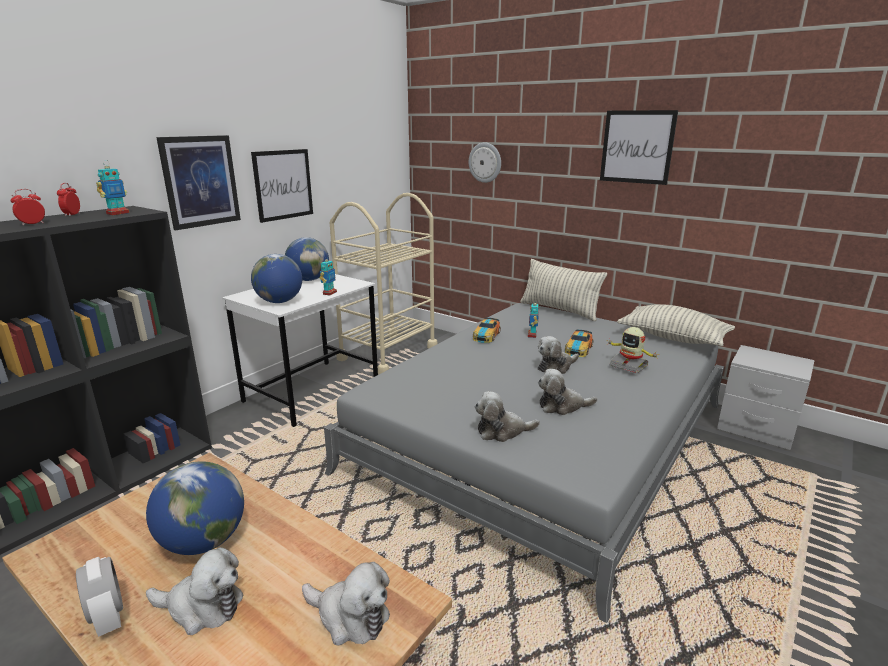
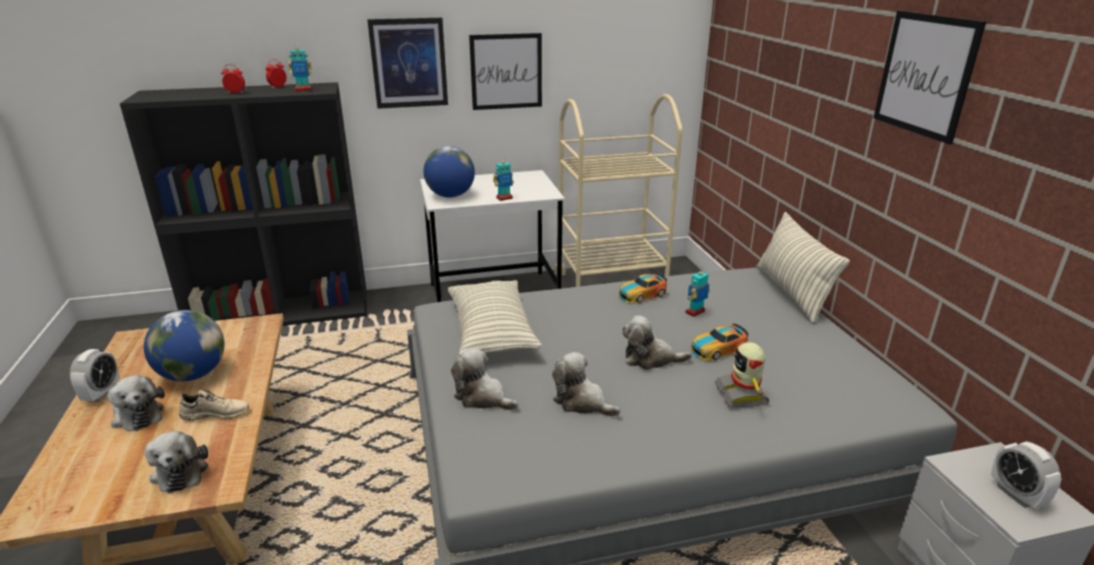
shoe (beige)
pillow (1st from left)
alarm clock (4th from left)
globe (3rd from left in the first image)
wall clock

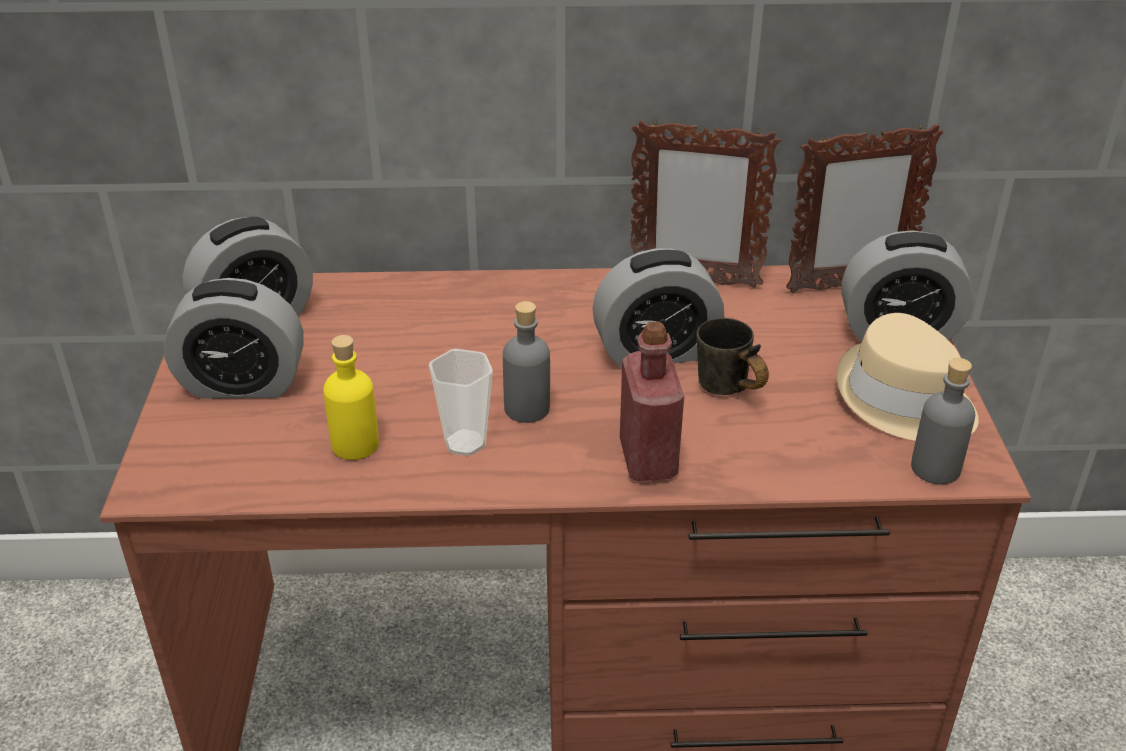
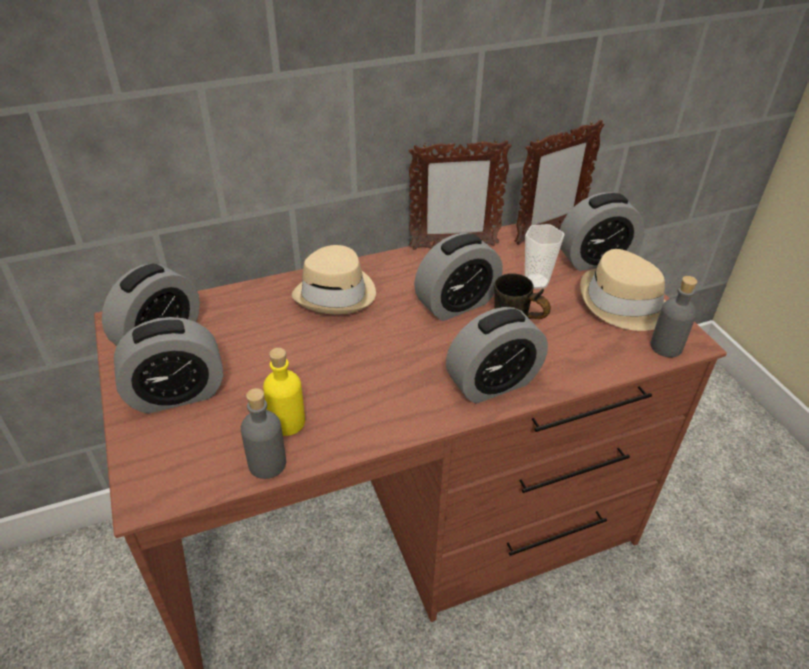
bottle (grey) (1st from left)
hat (beige) (1st from left)
alarm clock (4th from left)
cup

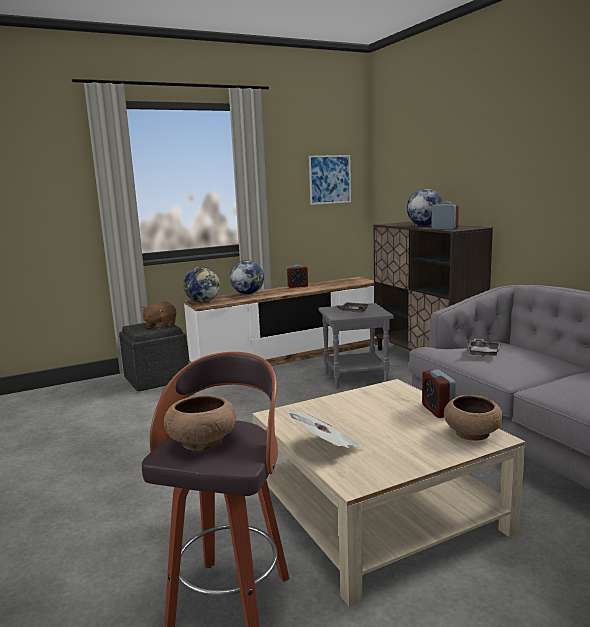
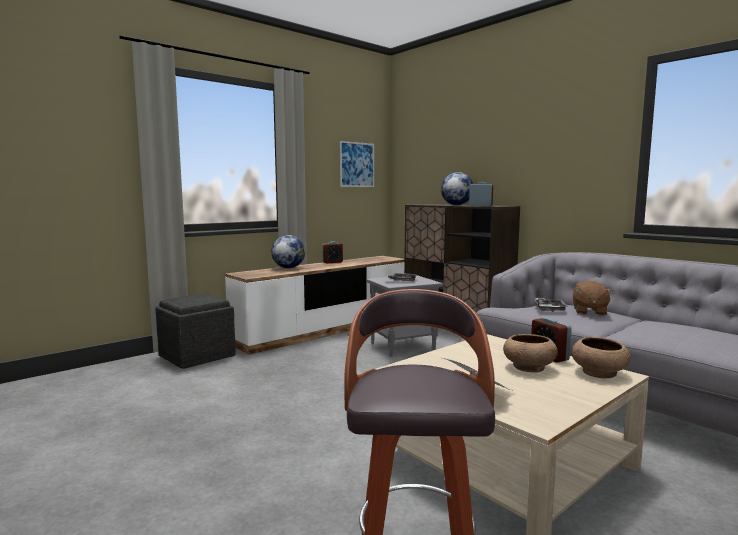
bowl (brown) (1st from left)
plush toy (brown)
globe (1st from left in the first image)

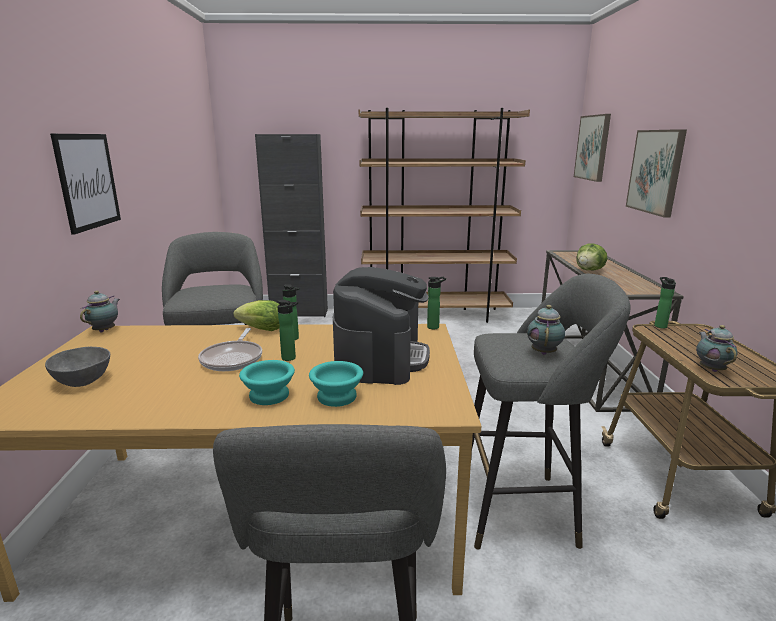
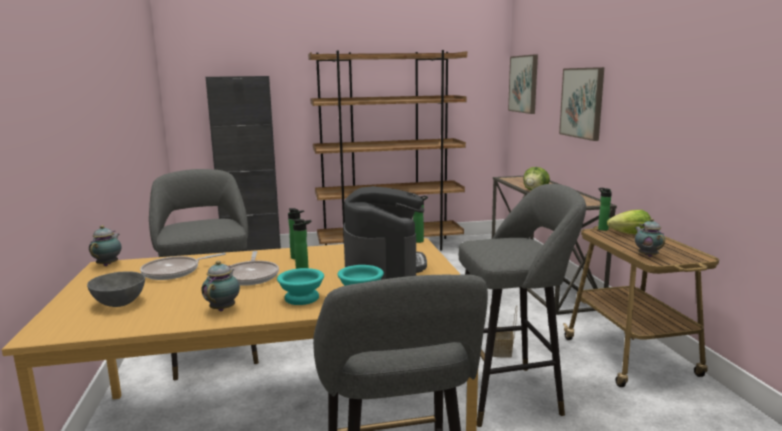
frying pan (1st from left)
teapot (2nd from left)
basket
lettuce (2nd from left)
picture (1st from left in the first image)

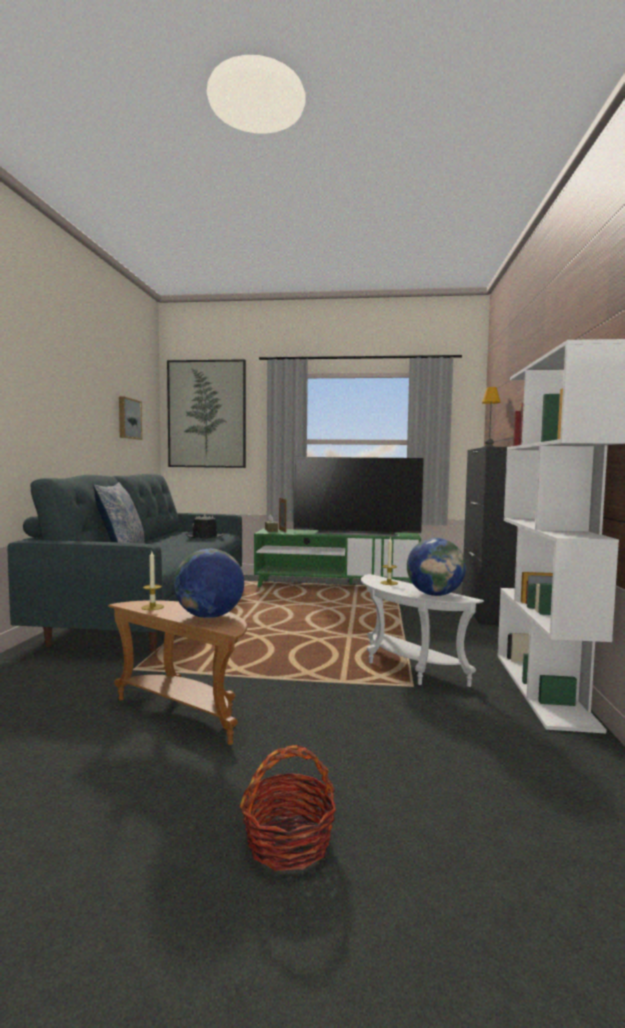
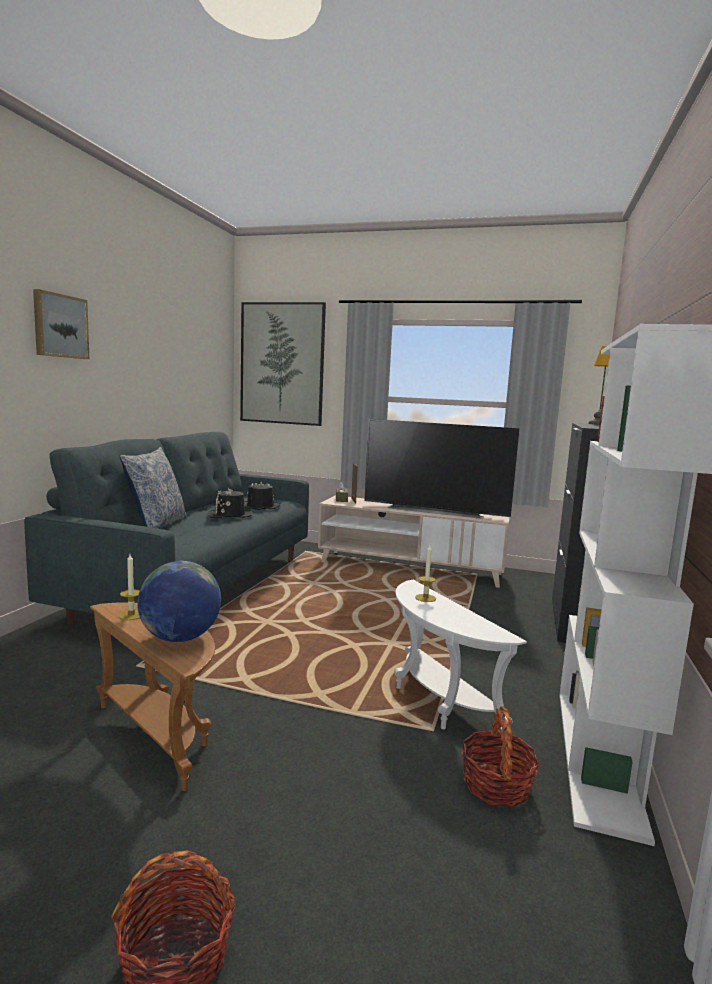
picture (1st from left)
hat (black) (1st from left)
tv stand (beige)
basket (2nd from left)
globe (2nd from left in the first image)

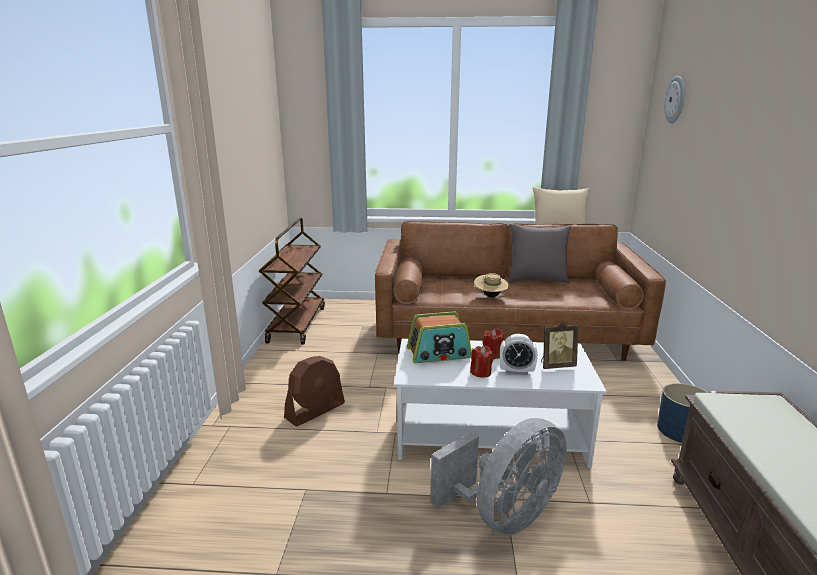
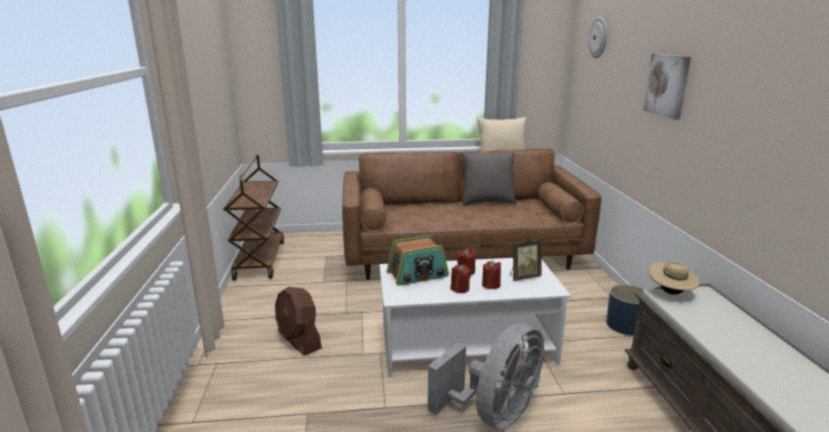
fan (brown)
candle (red) (3rd from left)
picture
hat (beige)

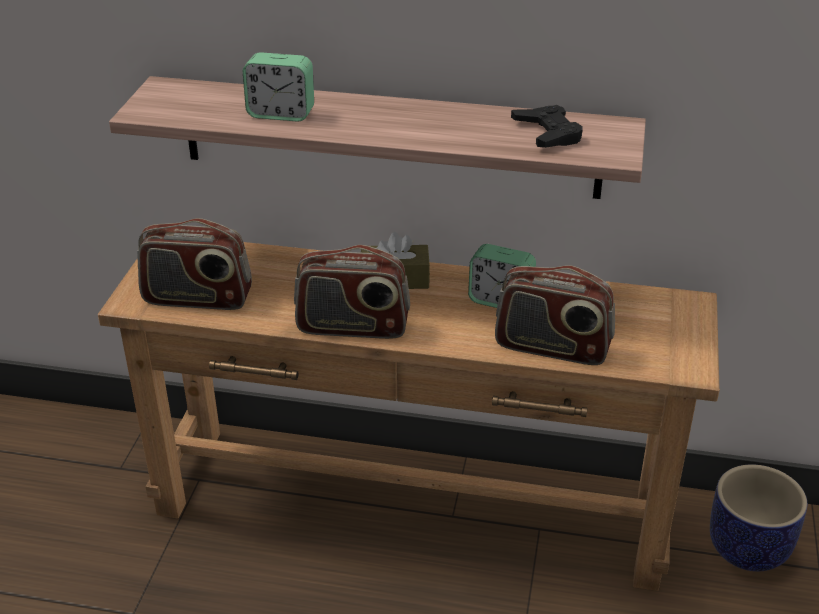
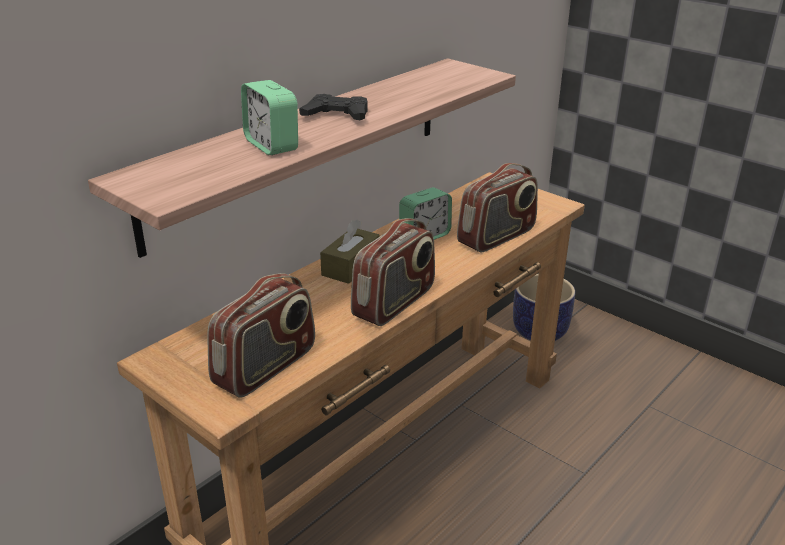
alarm clock (1st from left)
game controller (black)

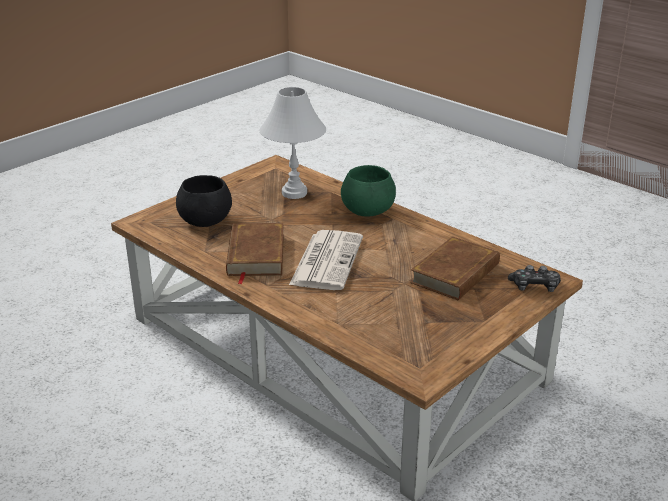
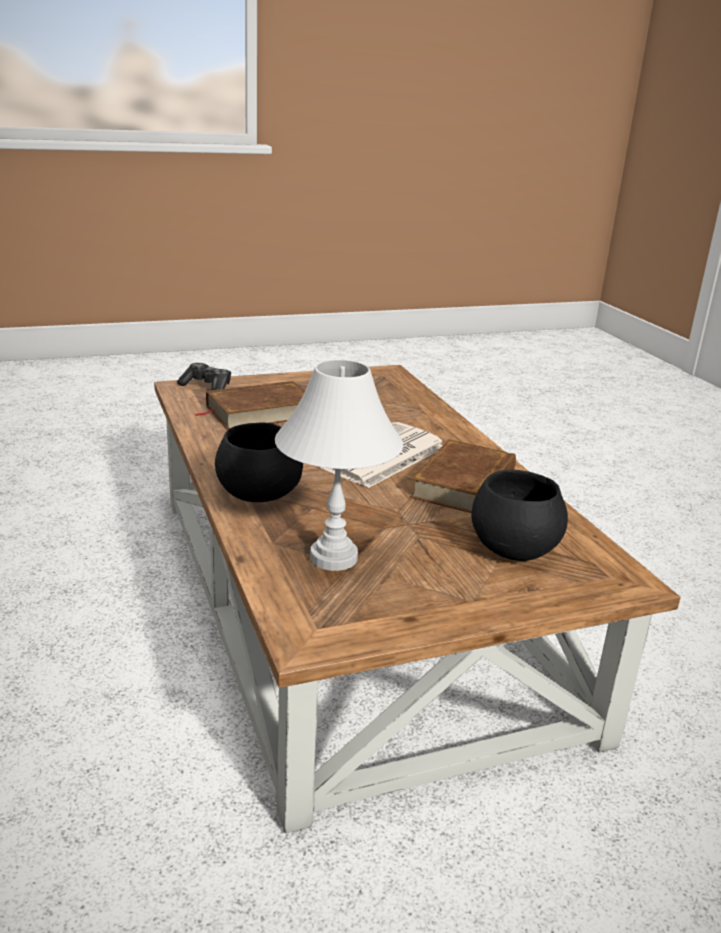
bowl (black) (1st from left)

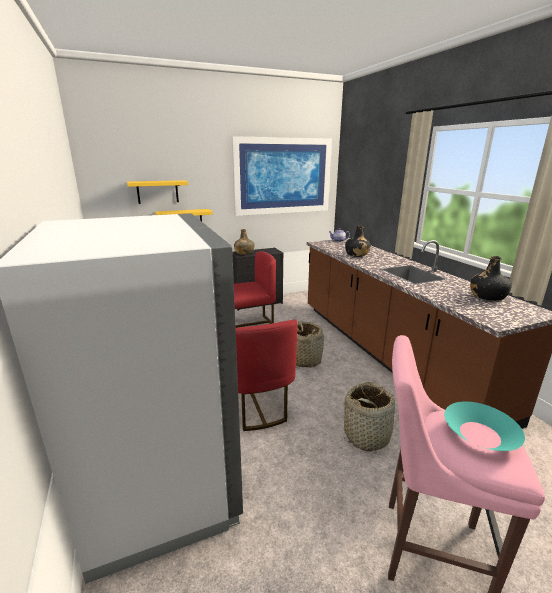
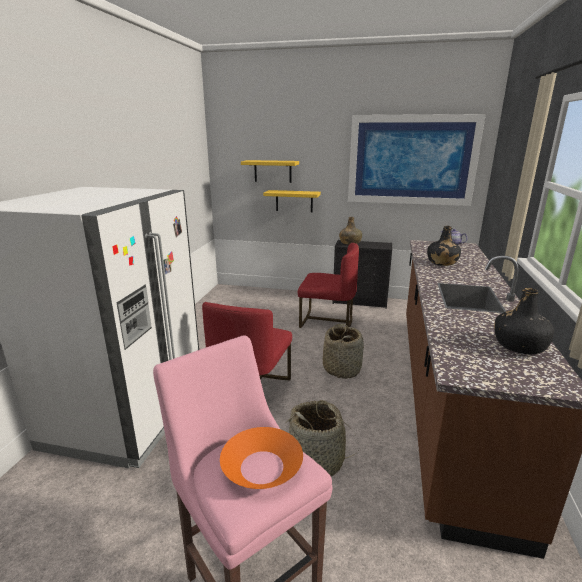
bowl (orange)

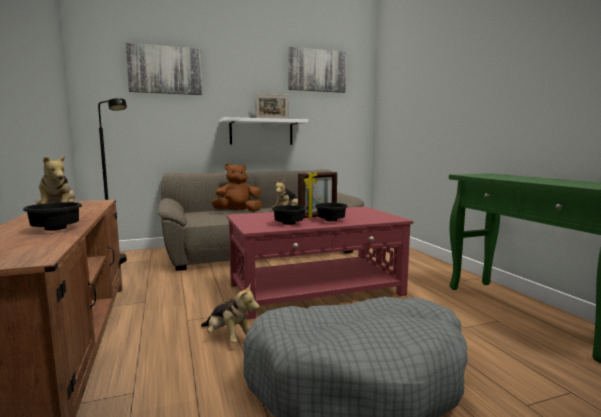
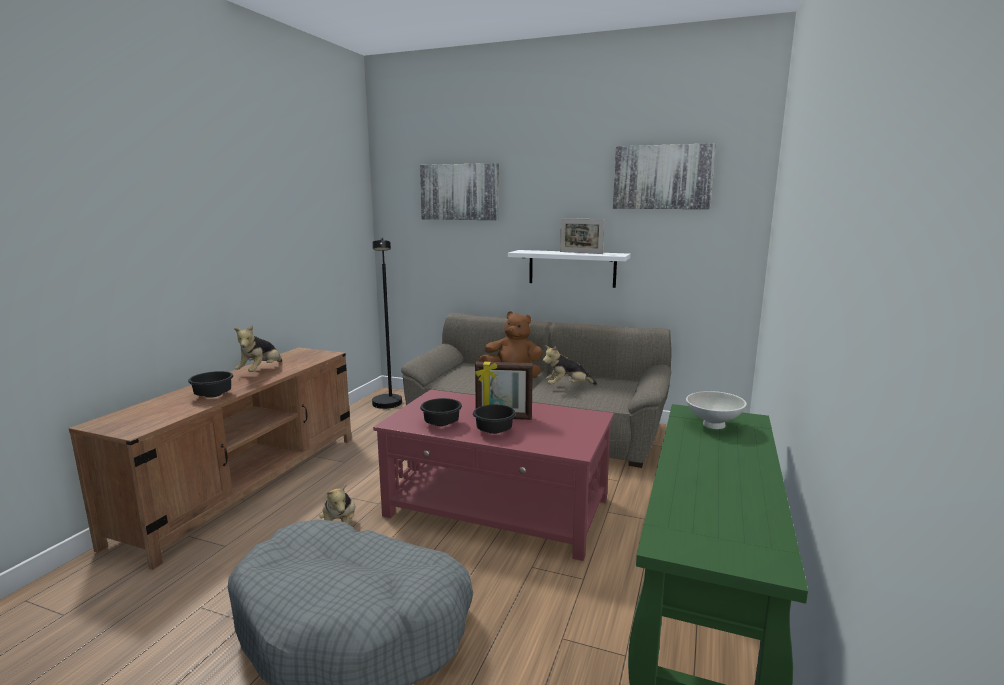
bowl (white)

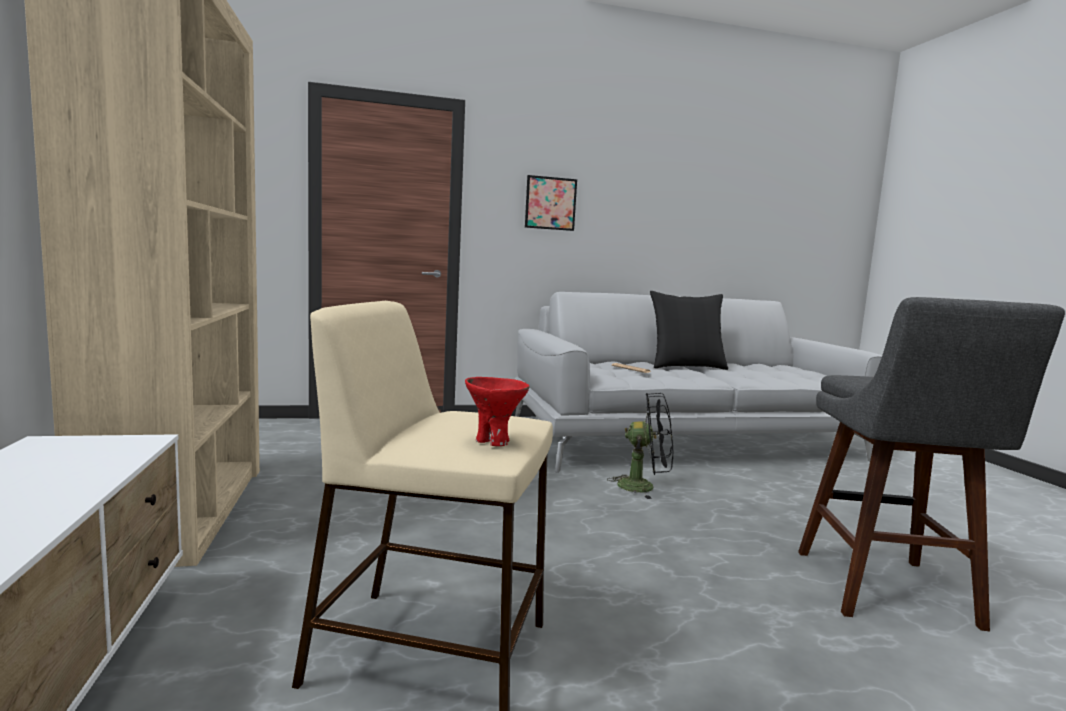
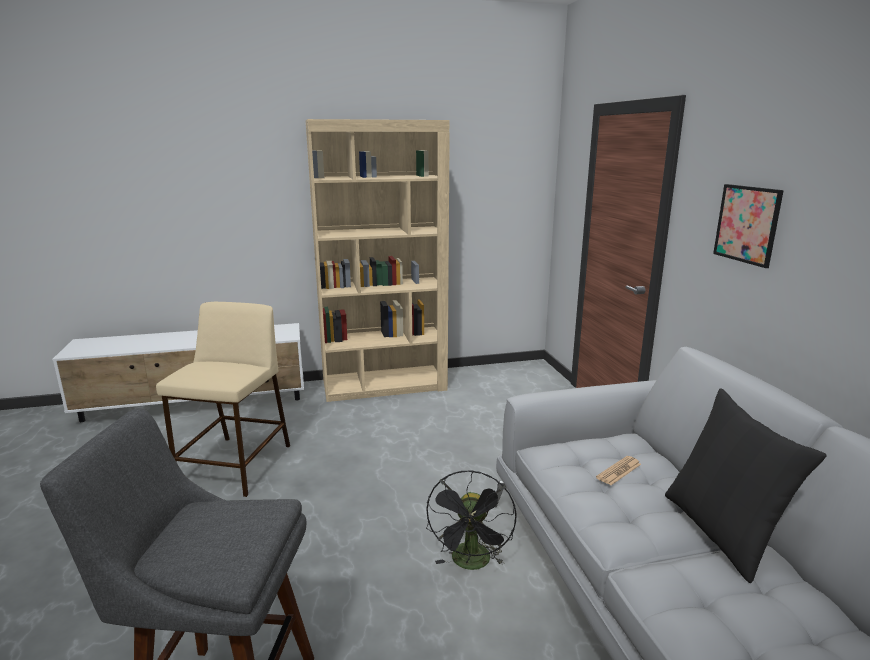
bowl (red)

